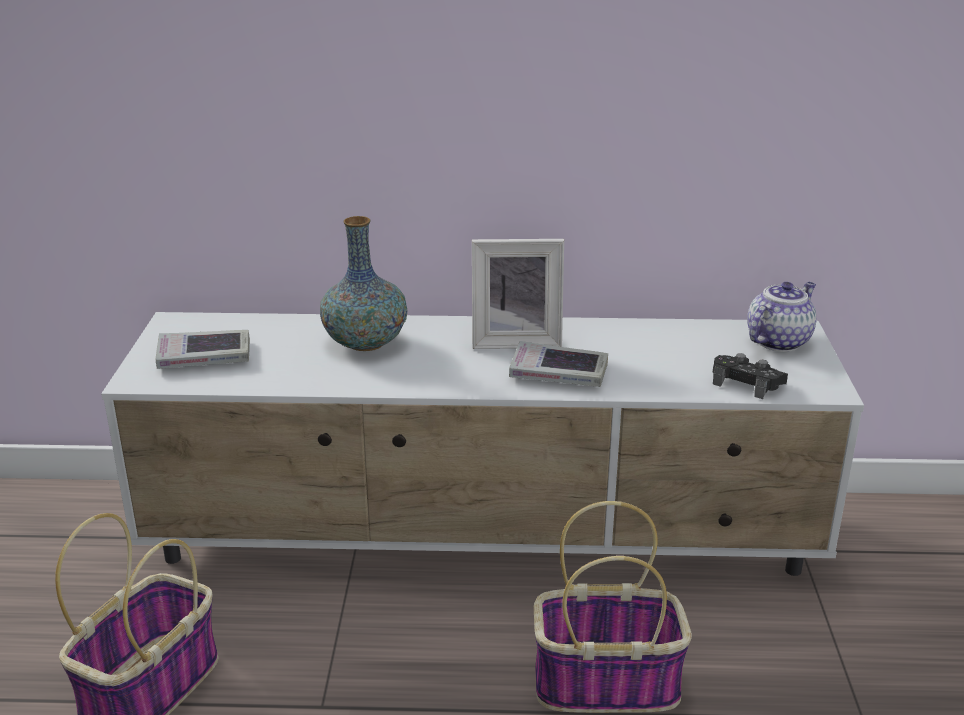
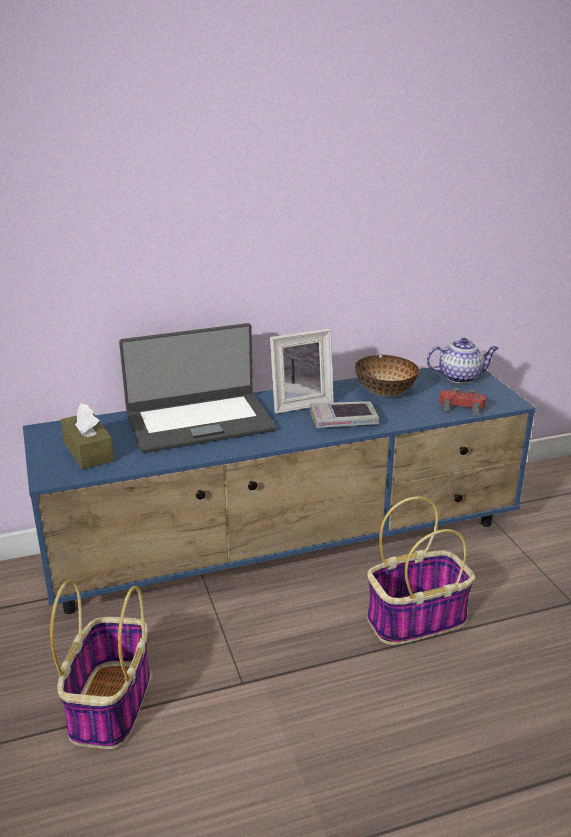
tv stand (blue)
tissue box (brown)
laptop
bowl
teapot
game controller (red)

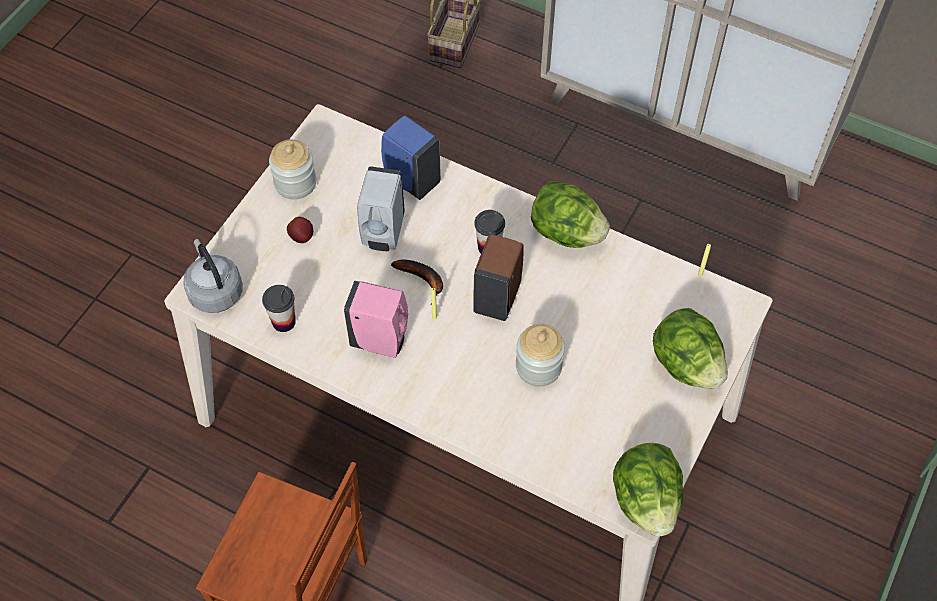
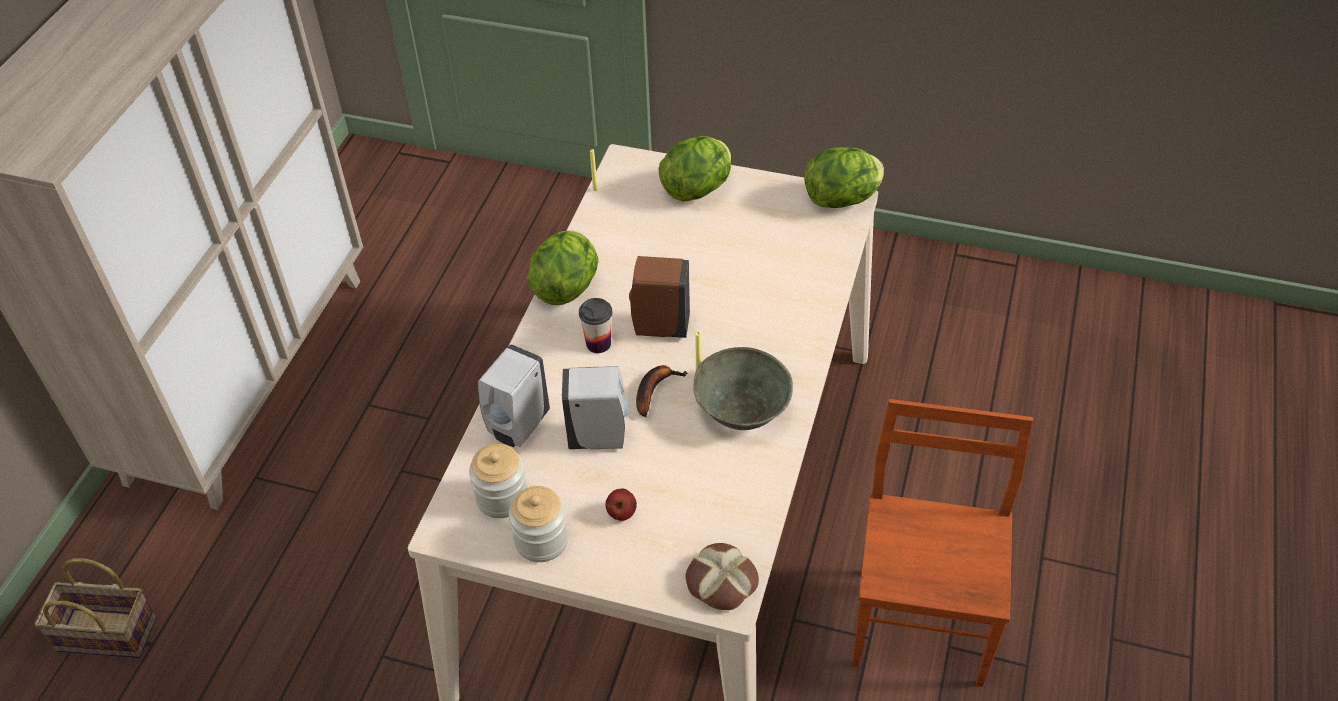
jar (1st from left)
soap dispenser (white) (1st from left)
bread
bowl (grey)
cup (1st from left in the first image)

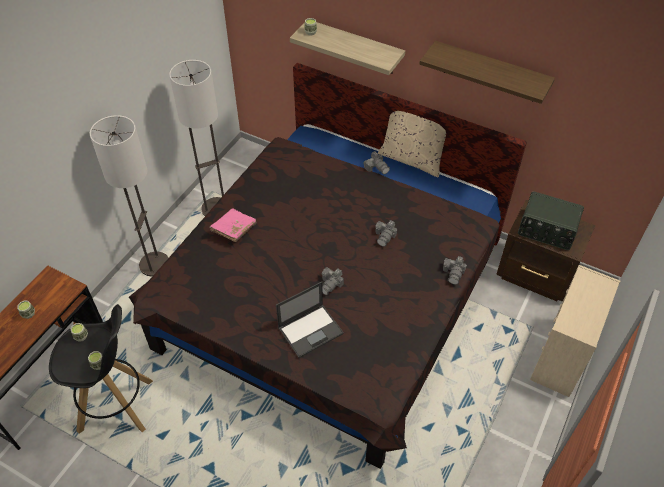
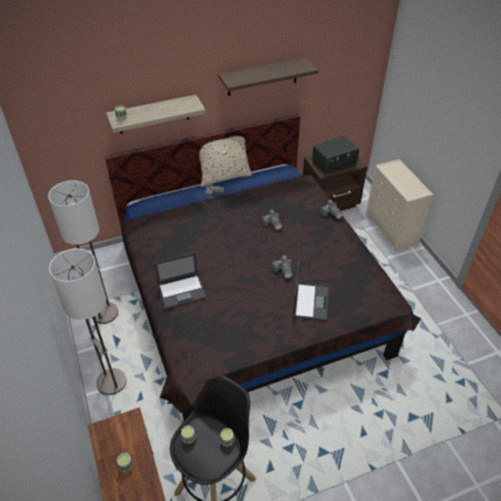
laptop (1st from left)

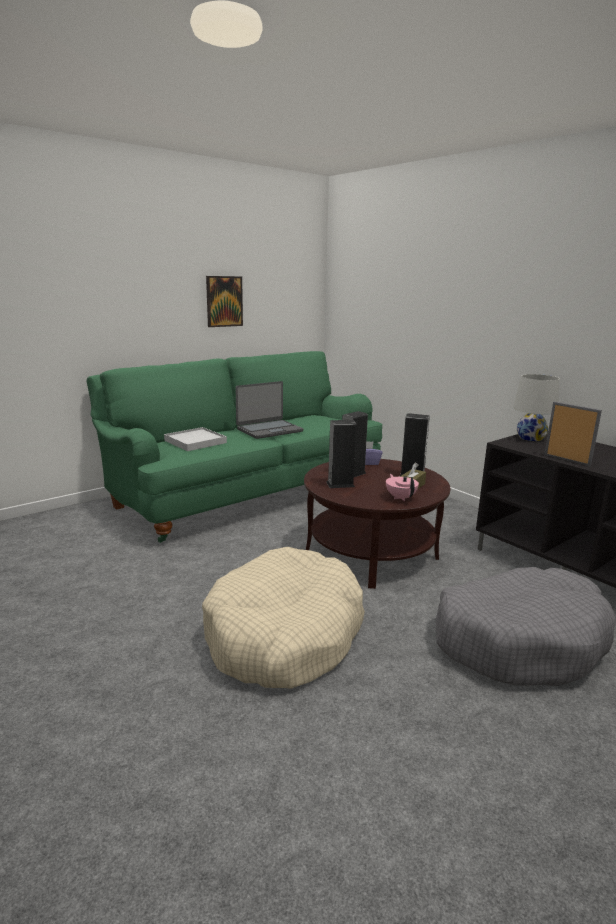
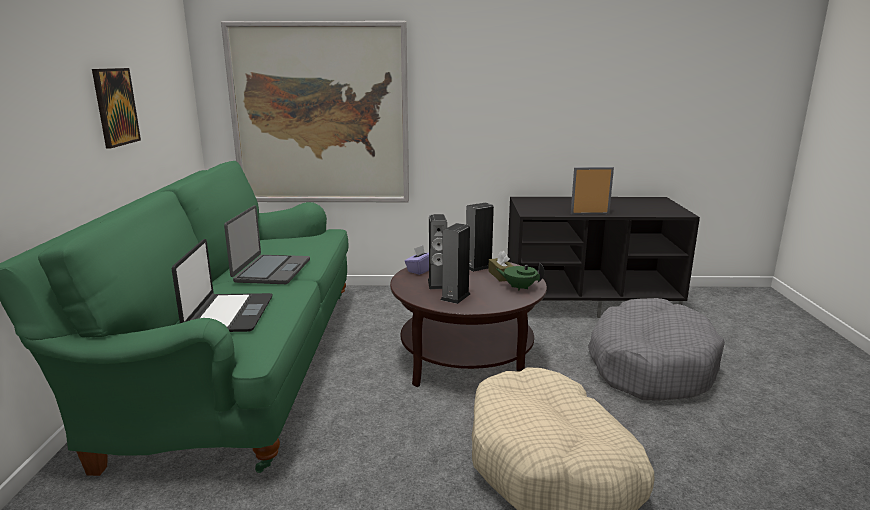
laptop (1st from left)
picture (2nd from left)
teapot (green)
table lamp (white)

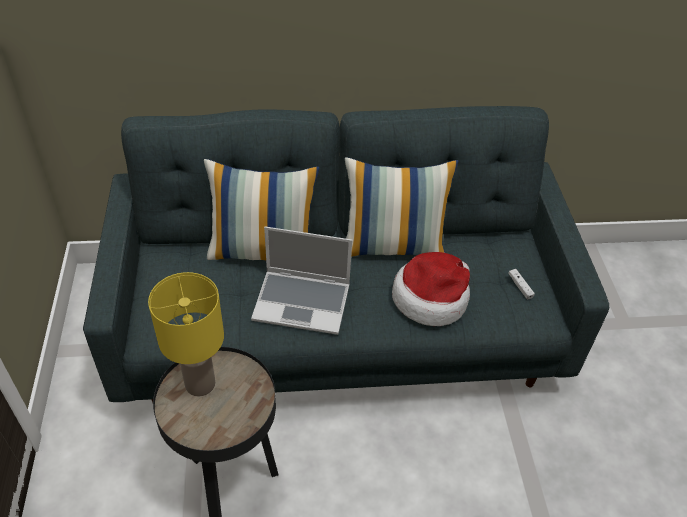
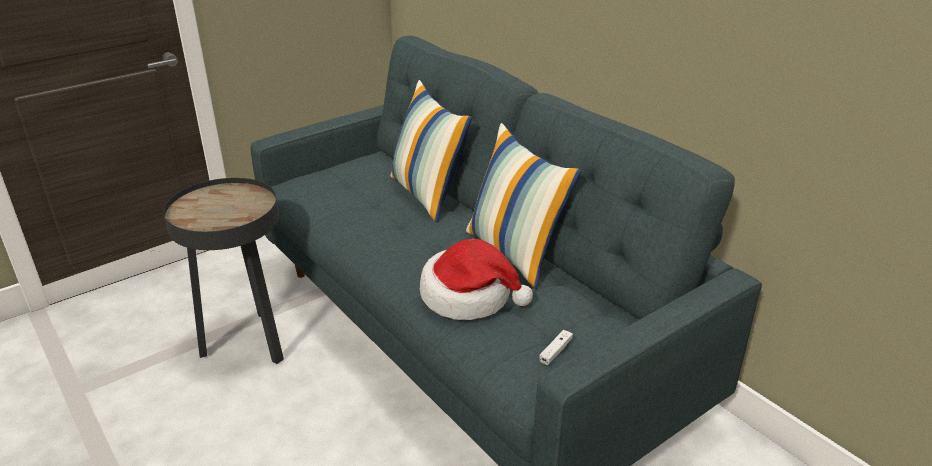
table lamp (yellow)
laptop

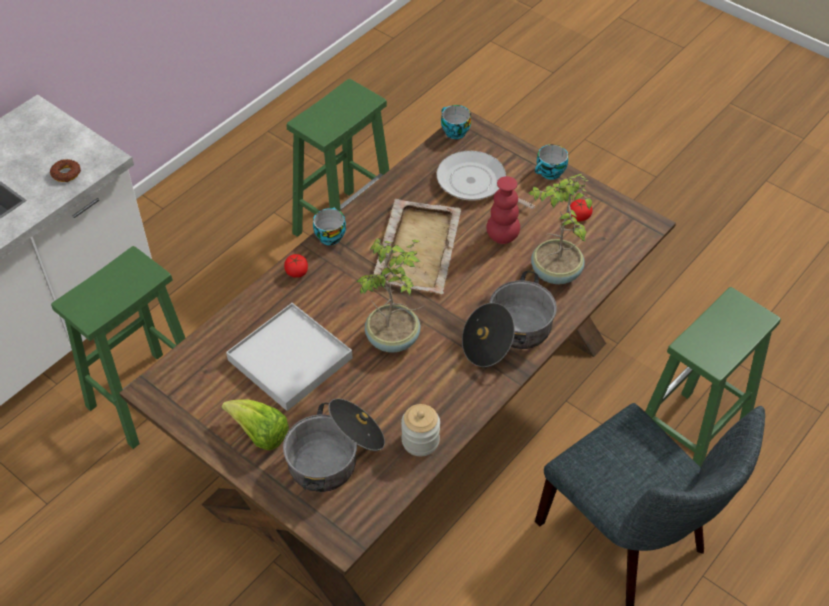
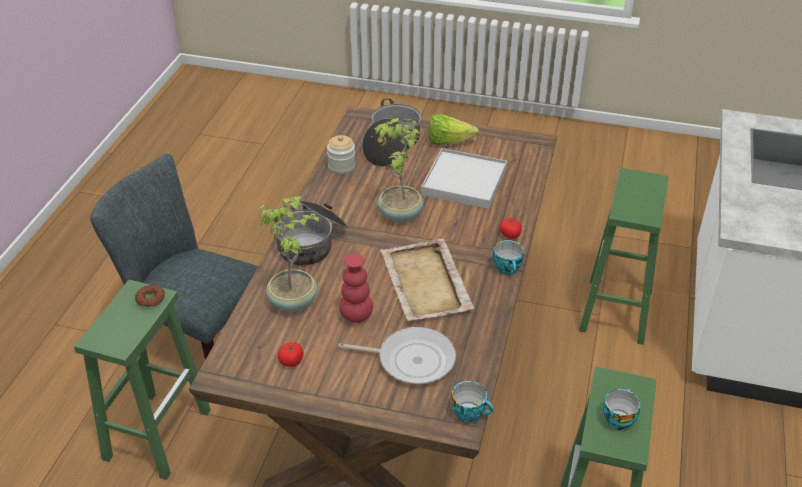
donut
cup (3rd from left)

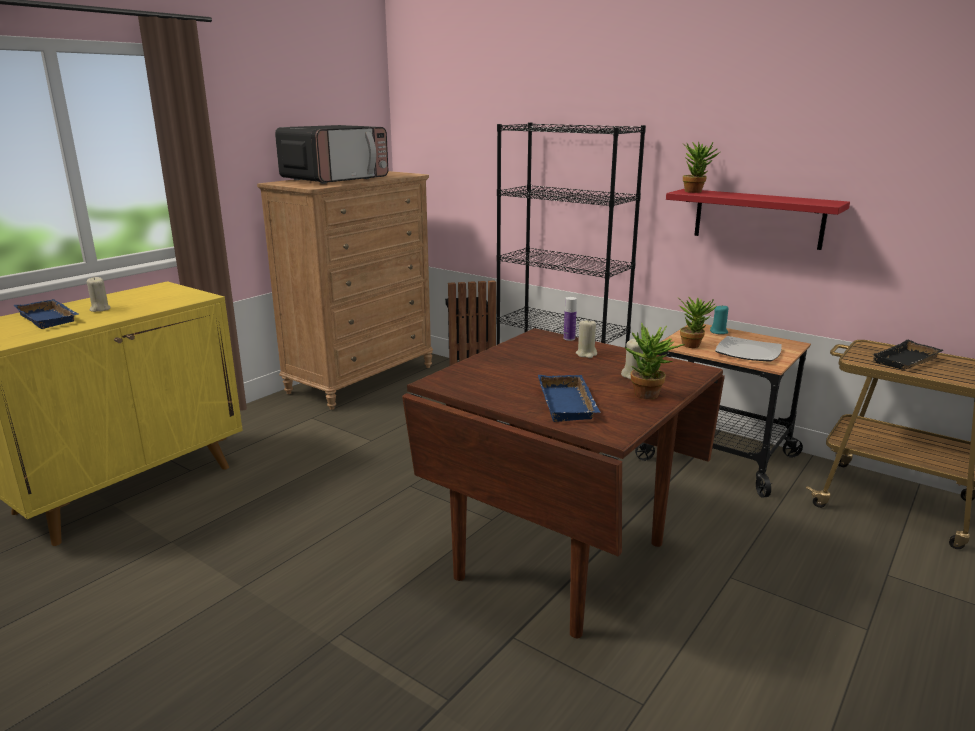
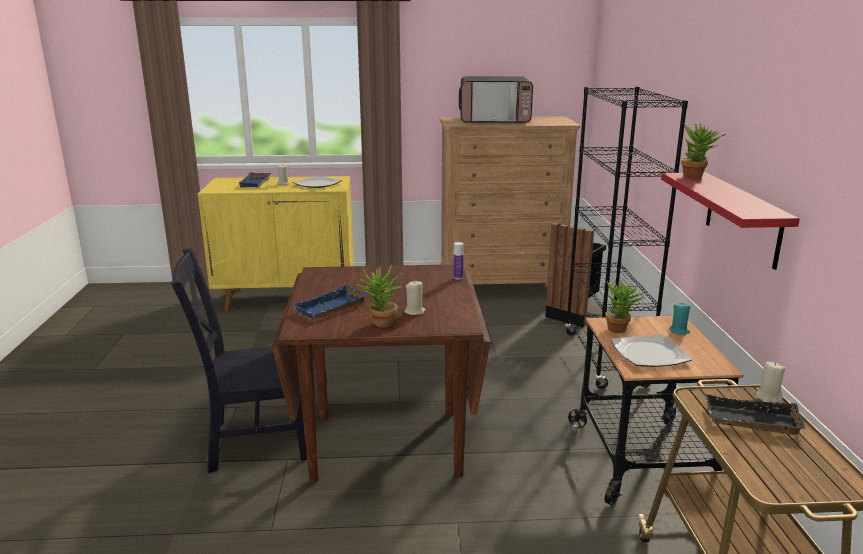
chair (black)
plate (1st from left)
candle (beige) (3rd from left)

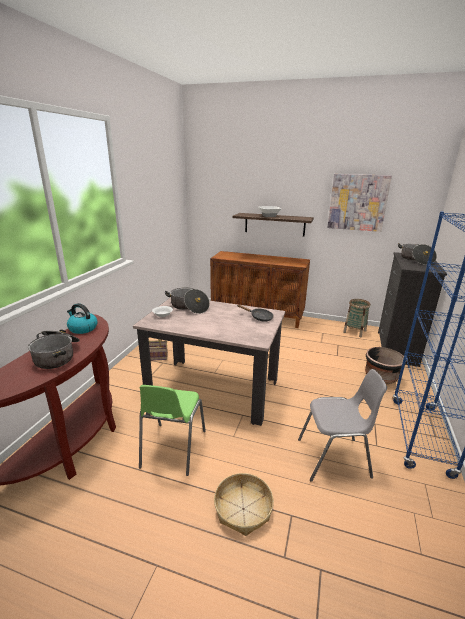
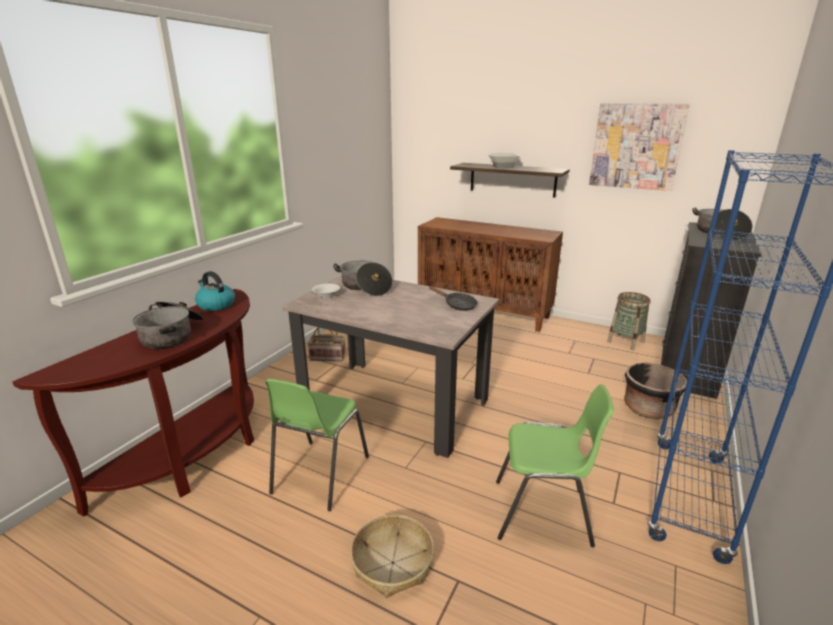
chair (green) (2nd from left)

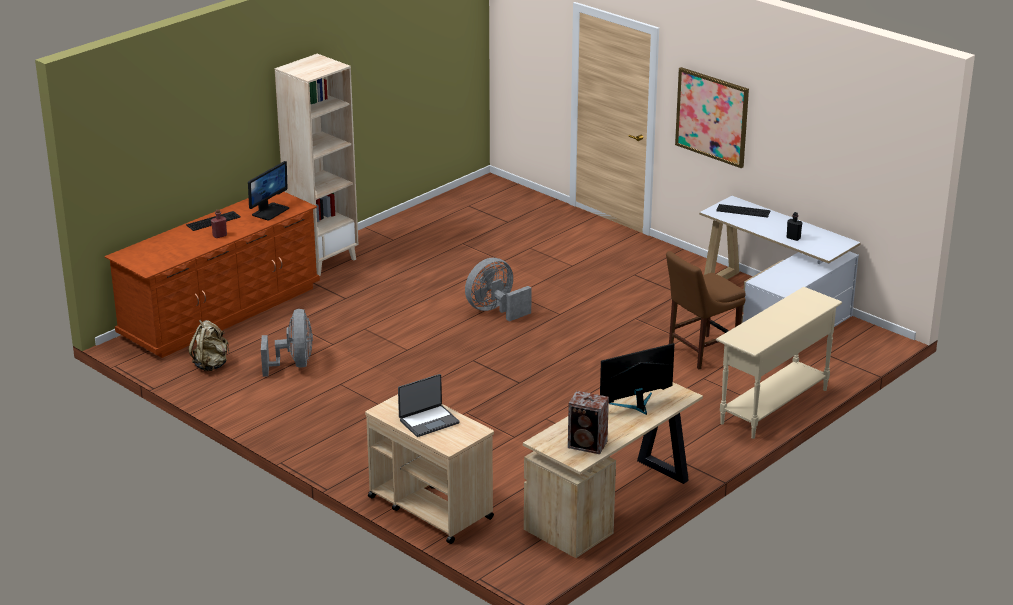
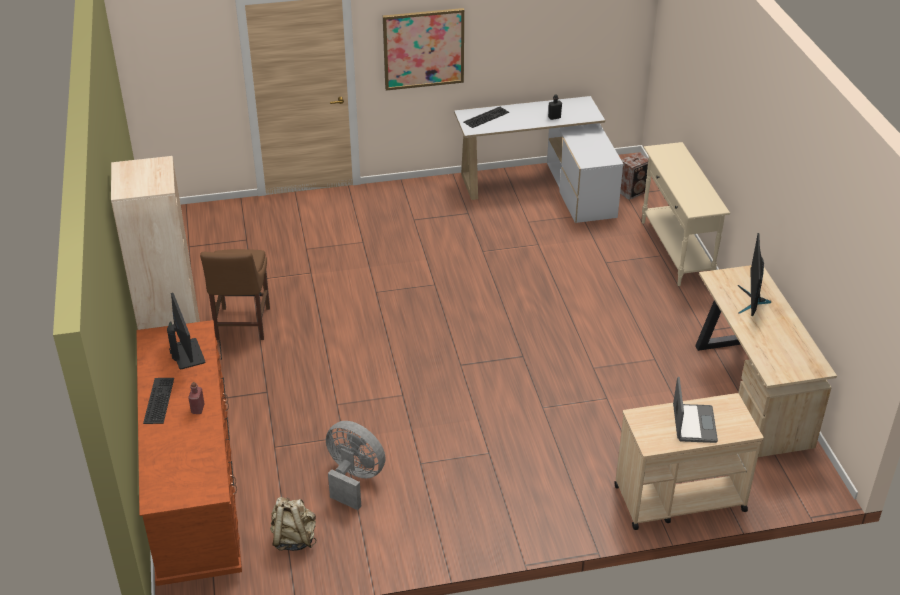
chair (brown)
speaker
fan (grey) (2nd from left in the first image)

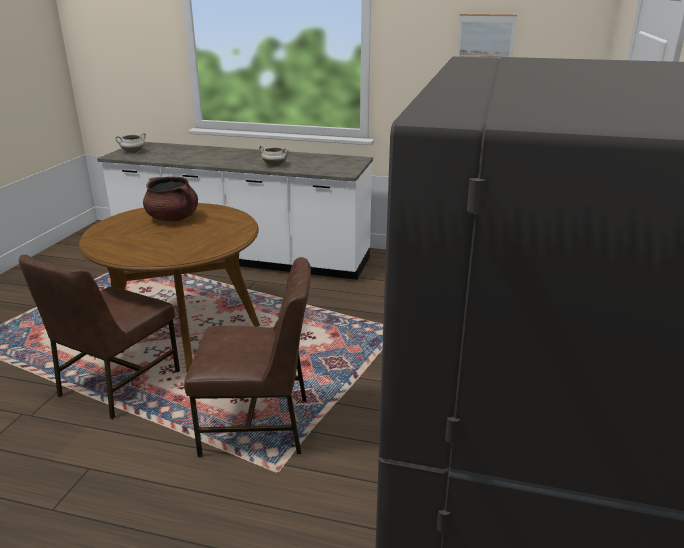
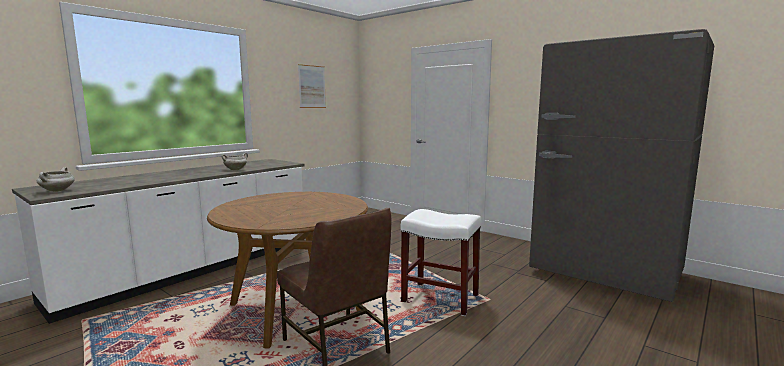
stool (white)
cooking pot (brown)

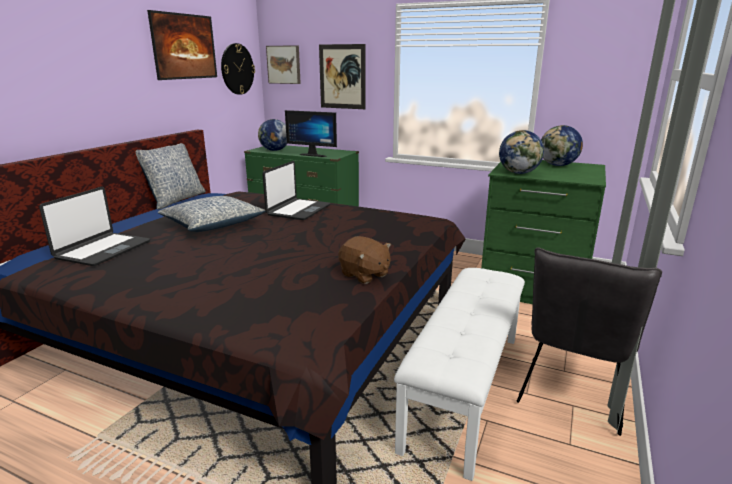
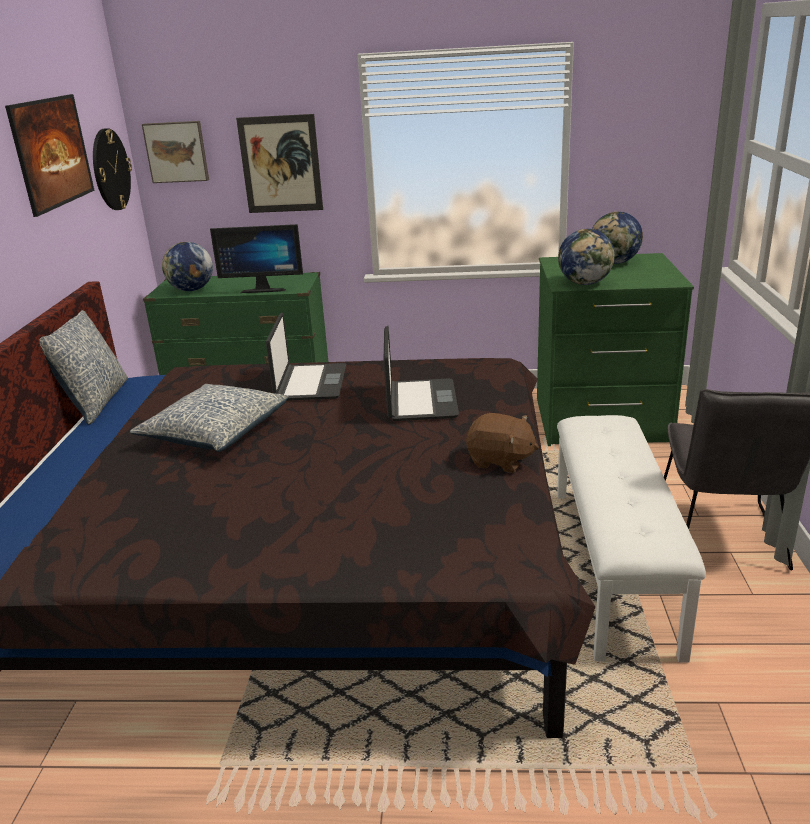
laptop (2nd from left)

